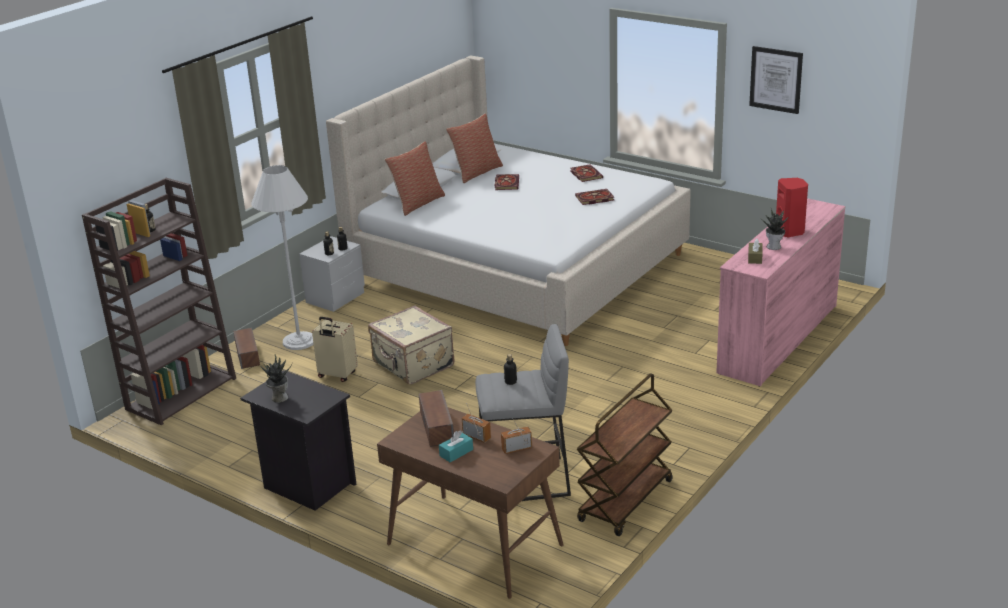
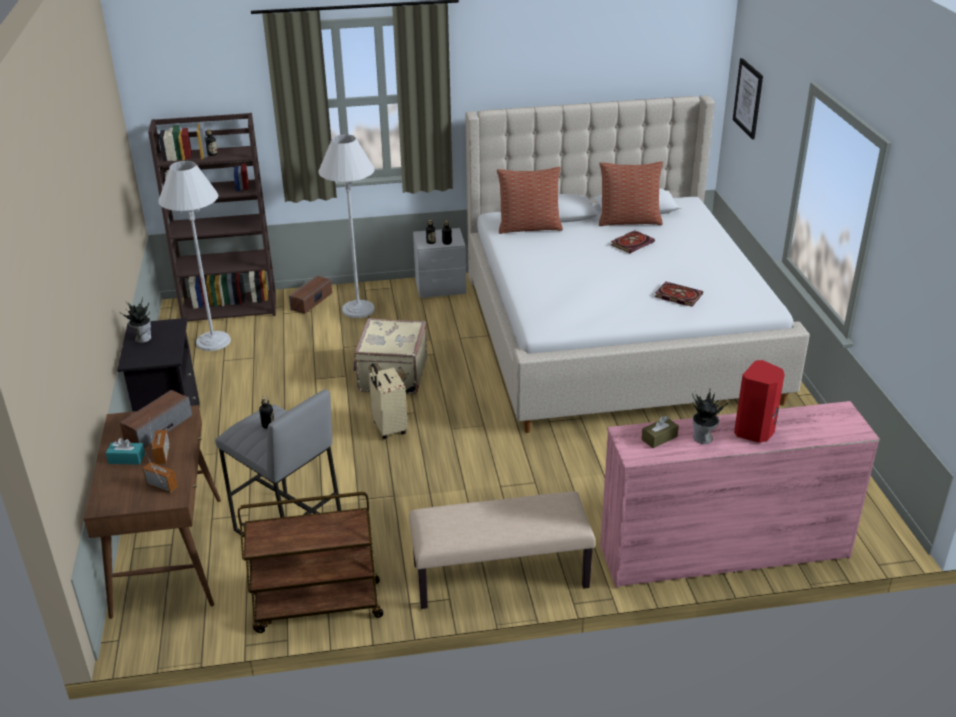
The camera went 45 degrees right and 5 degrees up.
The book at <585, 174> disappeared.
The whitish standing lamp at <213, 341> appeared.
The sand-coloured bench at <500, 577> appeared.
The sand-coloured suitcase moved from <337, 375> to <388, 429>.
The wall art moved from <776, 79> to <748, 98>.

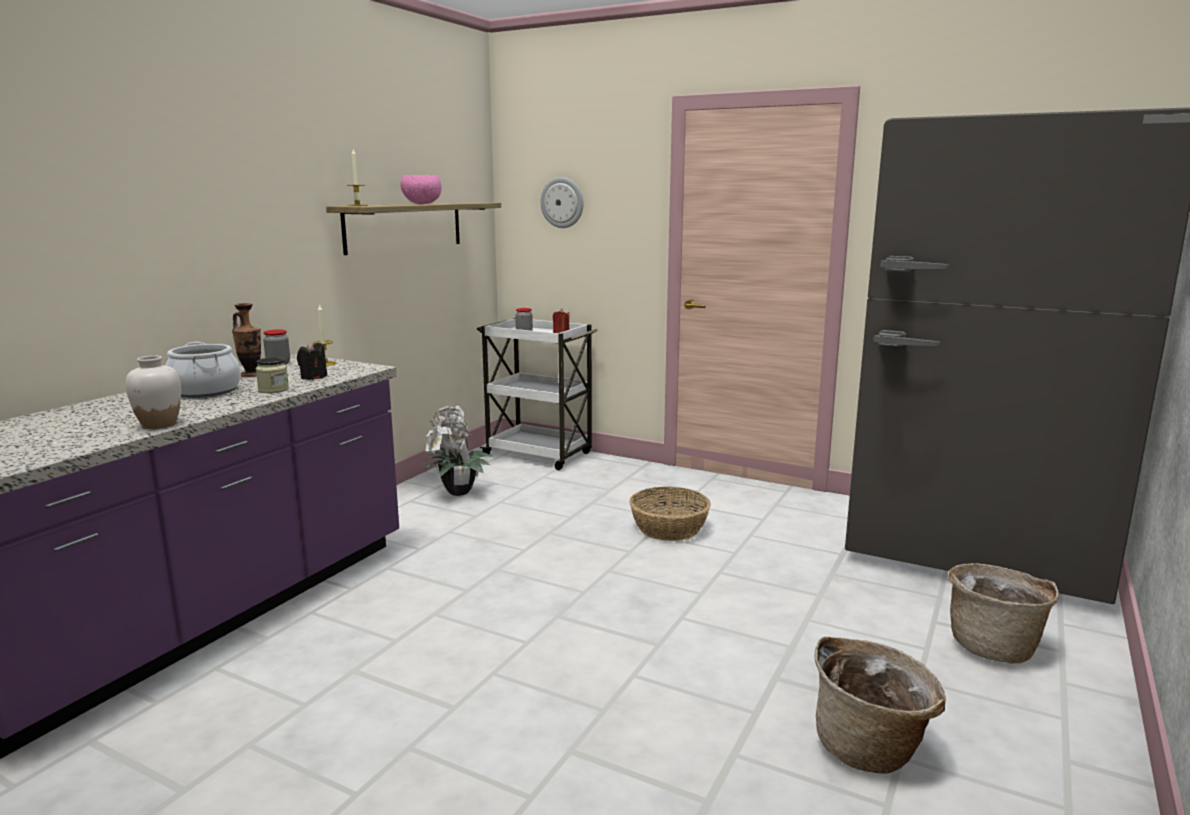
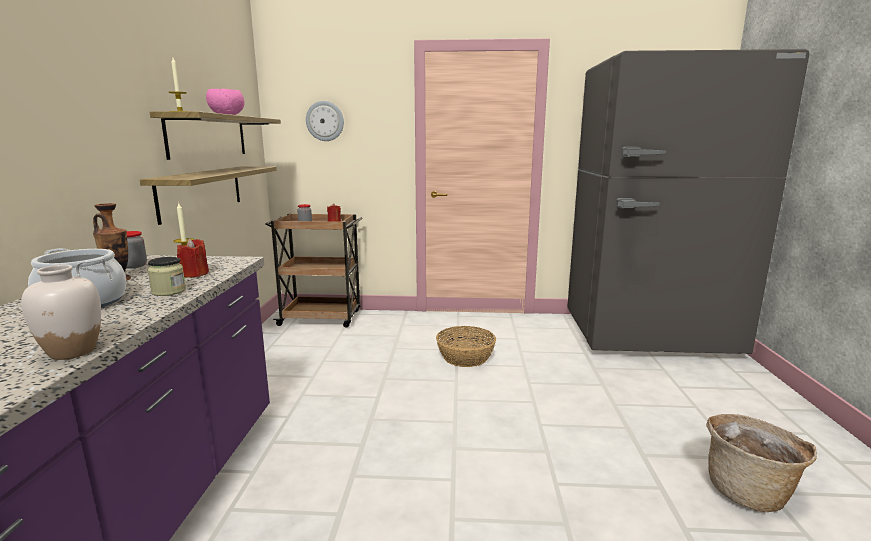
The camera went 25 degrees left and 0 degrees up.
The houseplant at <456, 493> disappeared.
The basket at <993, 646> disappeared.
The shelf at <202, 191> appeared.
The black candle at <313, 377> became the red candle at <195, 274>.
The whitish trolley at <539, 455> became the brown trolley at <322, 318>.

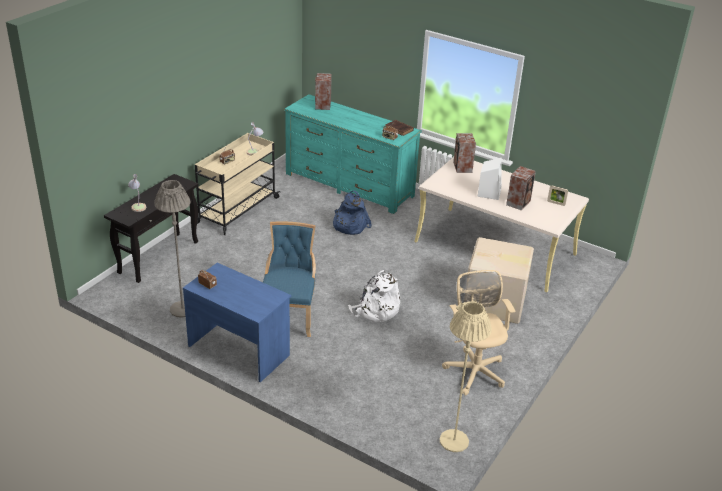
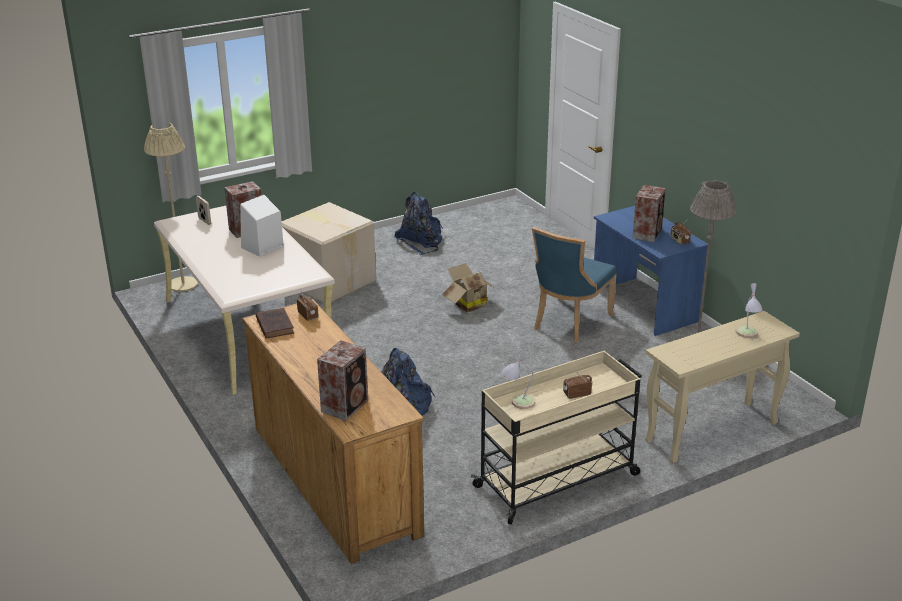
The camera went 150 degrees left and 5 degrees down.
The sand-coloured standing lamp moved from <454, 441> to <183, 284>.
The speaker moved from <462, 167> to <647, 233>.
The whitish knapsack at <375, 311> was replaced by the carton at <467, 304>.
The sand-coloured computer chair at <474, 370> was replaced by the blue-coloured knapsack at <421, 241>.
The black console table at <159, 257> became the sand-coloured console table at <711, 433>.
The turquoise-coloured drawer chest at <349, 185> became the brown drawer chest at <334, 479>.

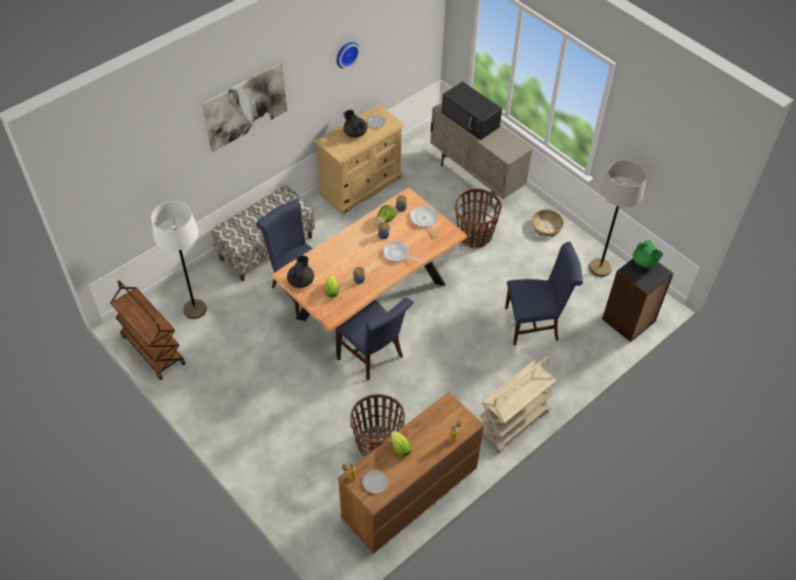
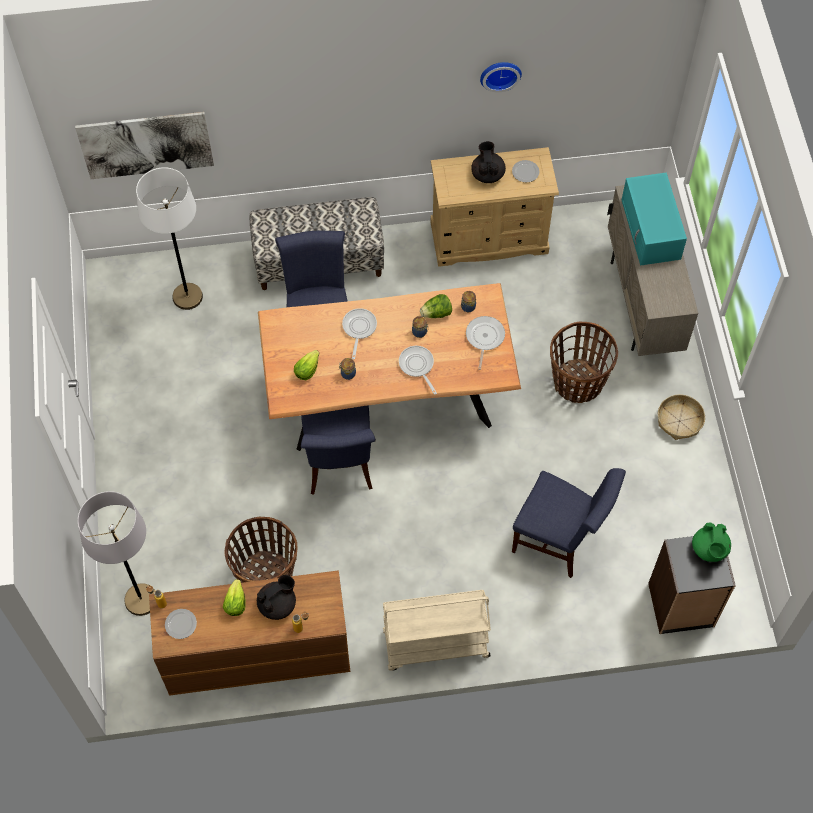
The camera went 35 degrees right and 10 degrees up.
The brown trolley at <152, 349> disappeared.
The pan at <358, 329> appeared.
The wall art moved from <245, 106> to <146, 145>.
The black tea pot moved from <301, 281> to <277, 604>.
The gray standing lamp moved from <600, 268> to <141, 600>.
The black microwave oven at <471, 120> became the turquoise-coloured microwave oven at <651, 230>.

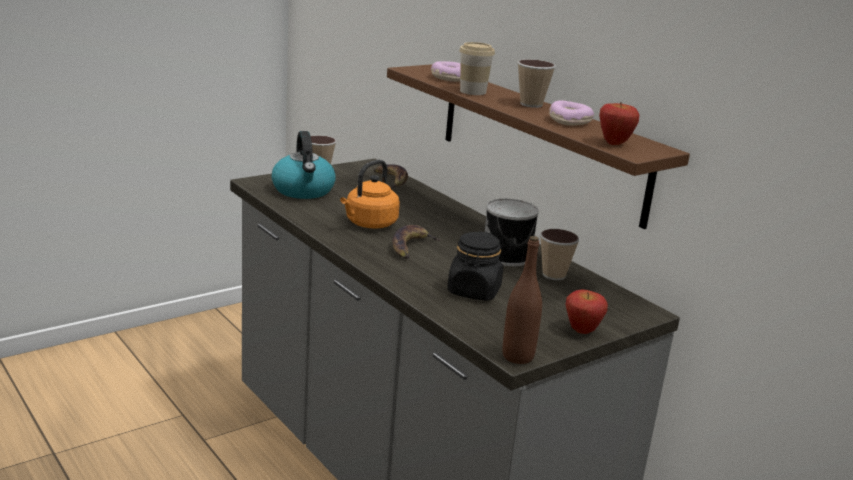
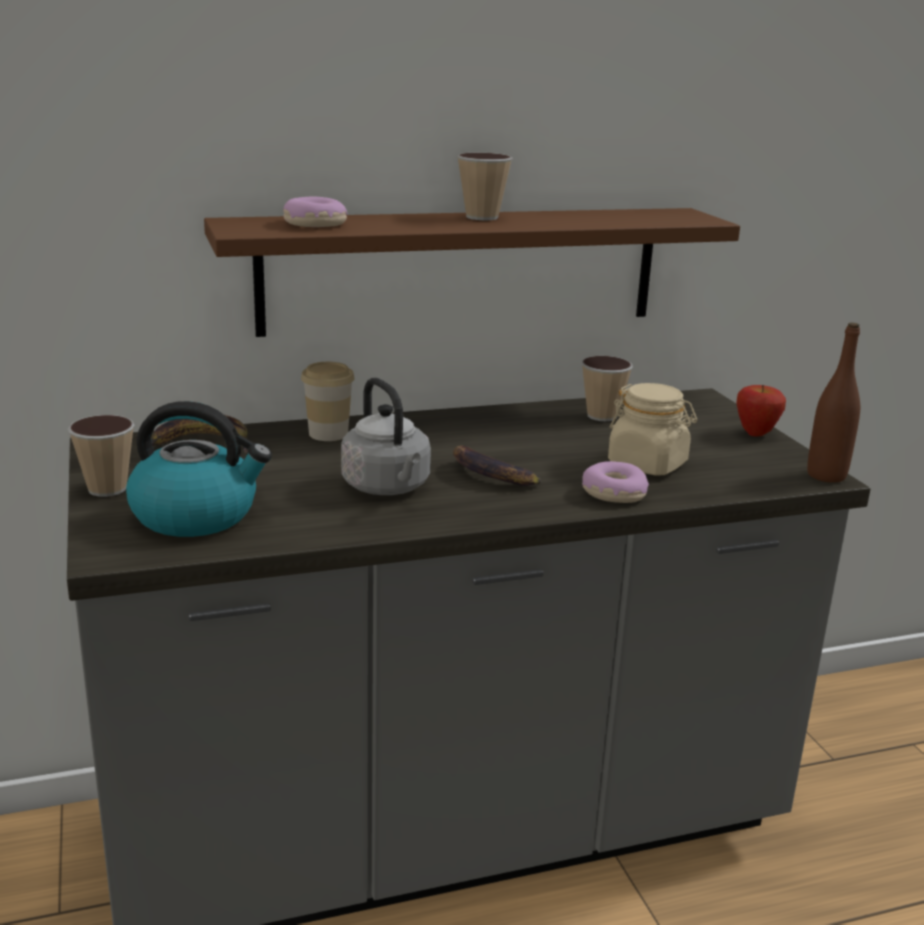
The camera went 70 degrees left and 0 degrees up.
The can at <508, 255> disappeared.
The apple fruit at <614, 143> disappeared.
The small cup moved from <473, 91> to <328, 434>.
The ring doughnut moved from <569, 121> to <613, 493>.
The orangey tea kettle at <369, 224> became the gray tea kettle at <388, 488>.
The black jar at <474, 291> became the sand-coloured jar at <648, 464>.

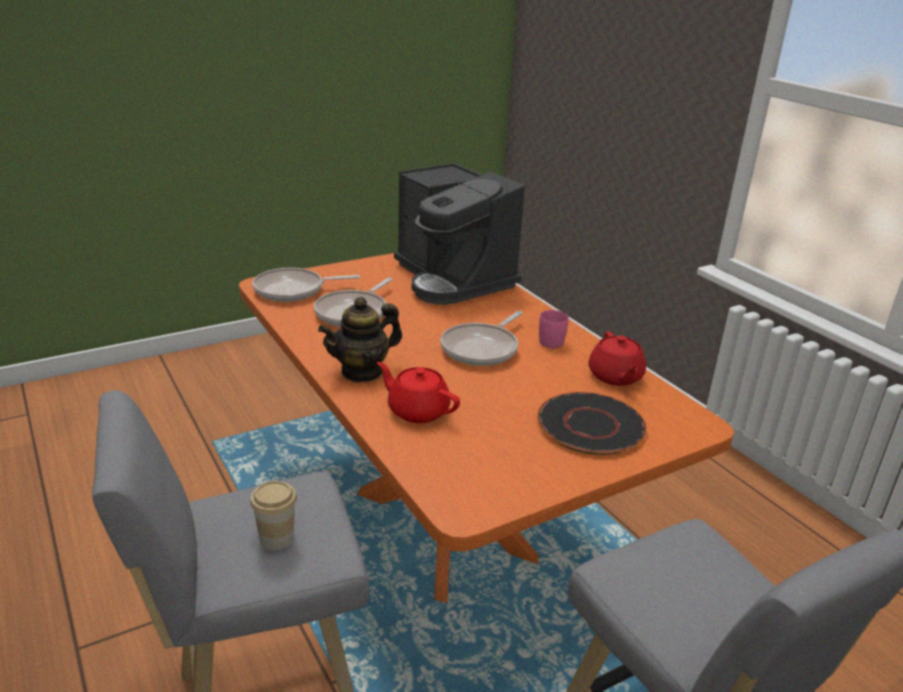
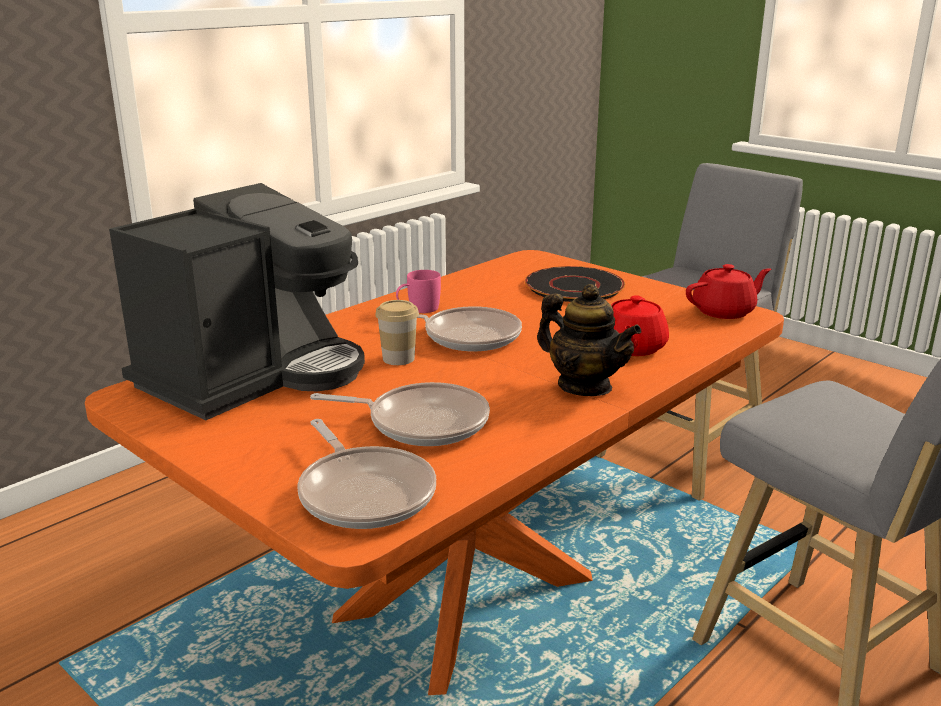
The camera went 105 degrees left and 5 degrees down.
The small cup moved from <276, 538> to <398, 358>.
The red tea pot moved from <615, 377> to <724, 311>.

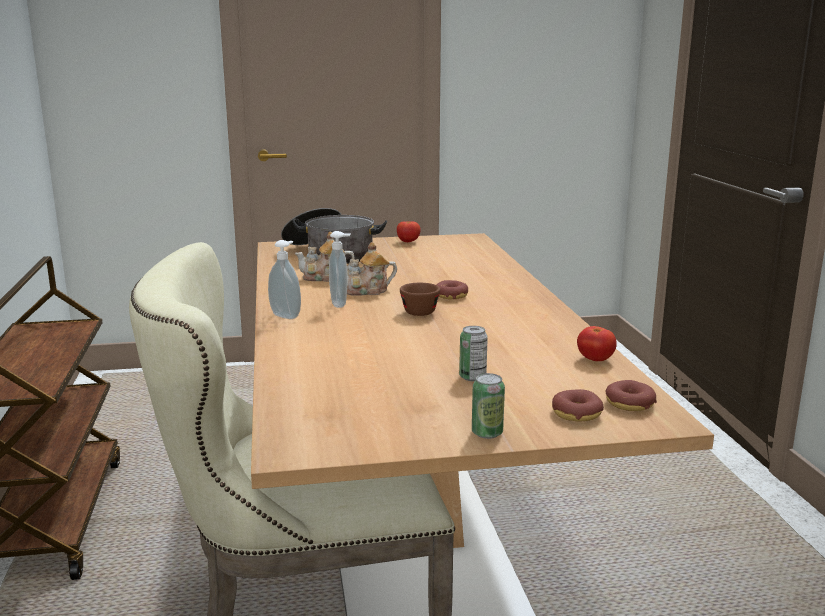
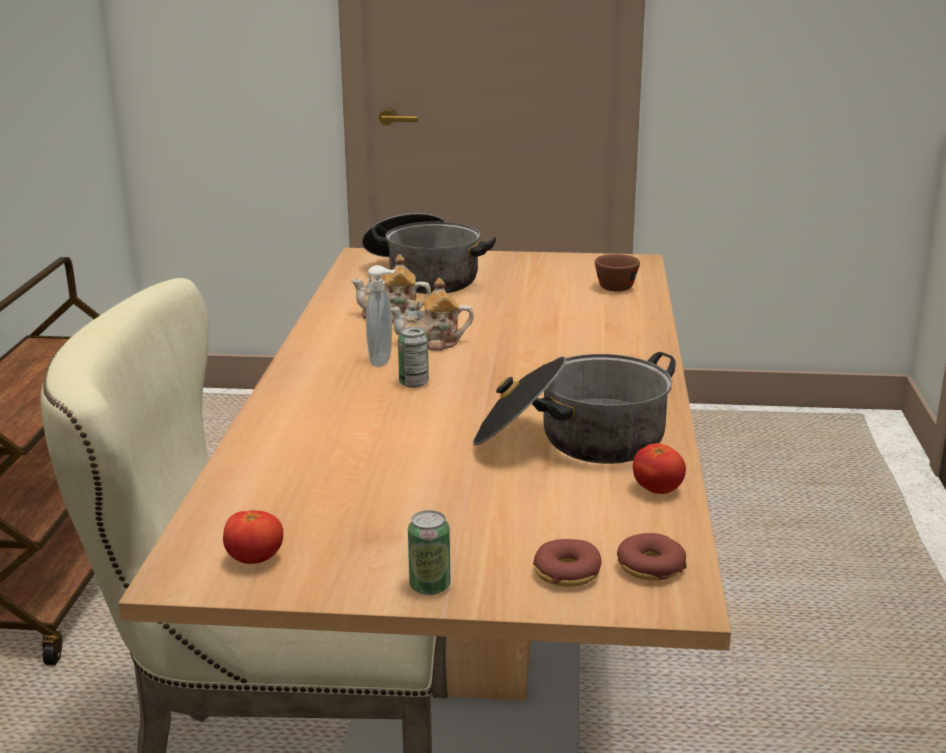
The camera went 15 degrees right and 5 degrees up.
The soap bottle at <287, 315> disappeared.
The ring doughnut at <451, 295> disappeared.
The stockpot at <573, 441> appeared.
The fresh tomato moved from <408, 242> to <255, 560>.
The brown small cup moved from <419, 310> to <616, 286>.
The can moved from <472, 377> to <413, 383>.

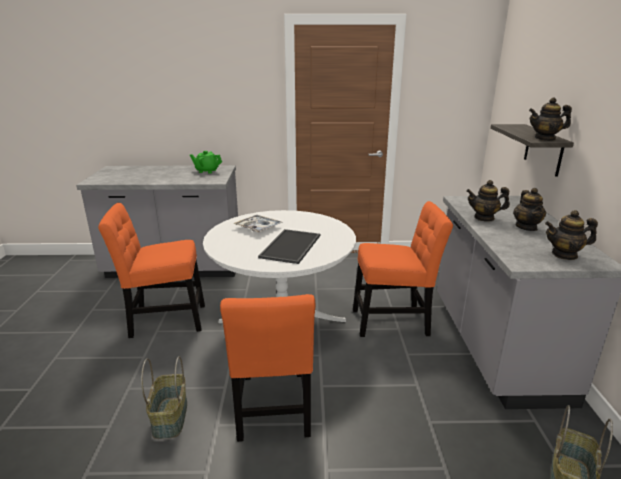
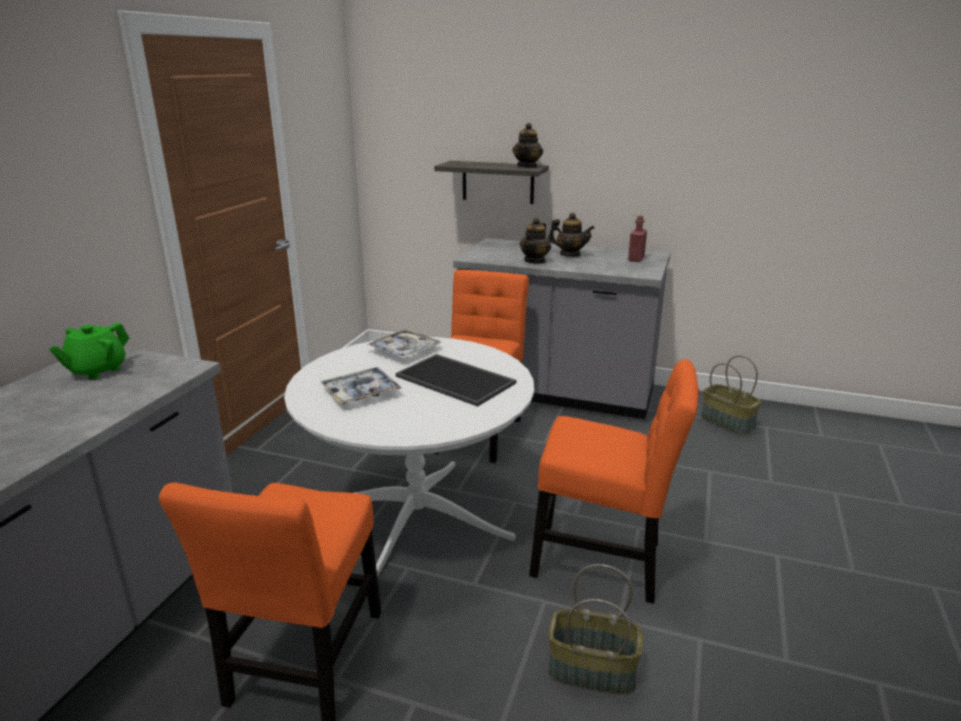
The camera went 70 degrees left and 0 degrees up.
The carrying tray at <404, 350> appeared.
The tea pot at <564, 254> was replaced by the red bottle at <636, 259>.

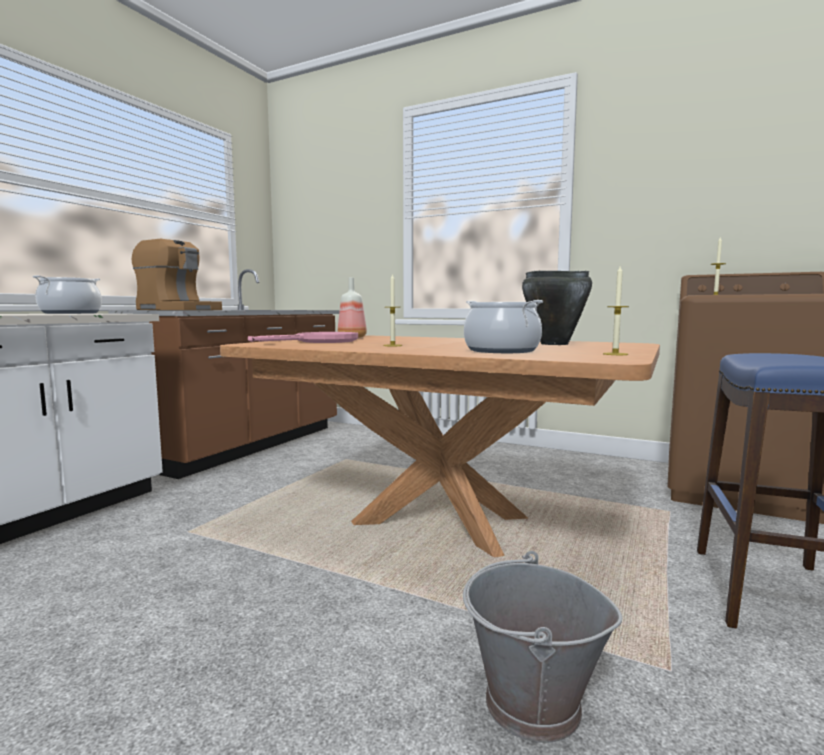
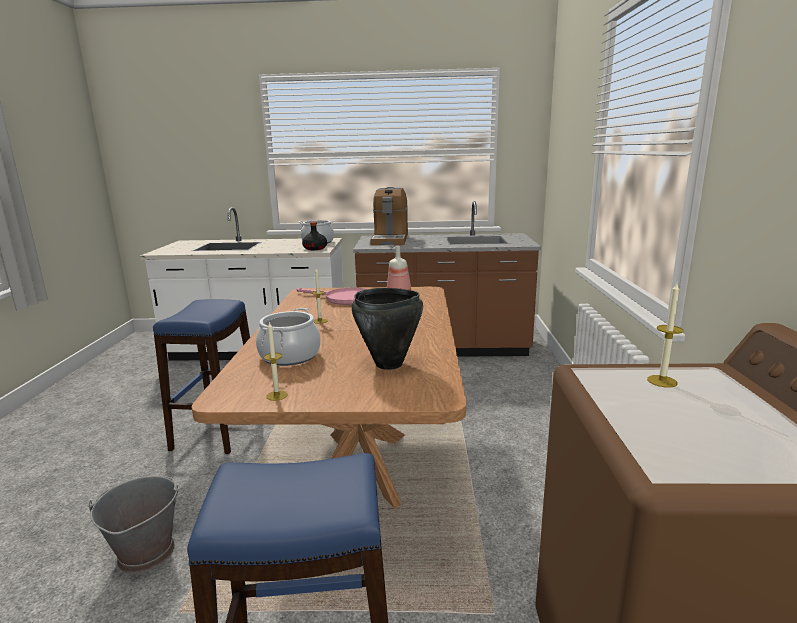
The camera went 65 degrees right and 10 degrees up.
The blue-coloured stool at <218, 429> appeared.
The black bottle at <315, 248> appeared.

